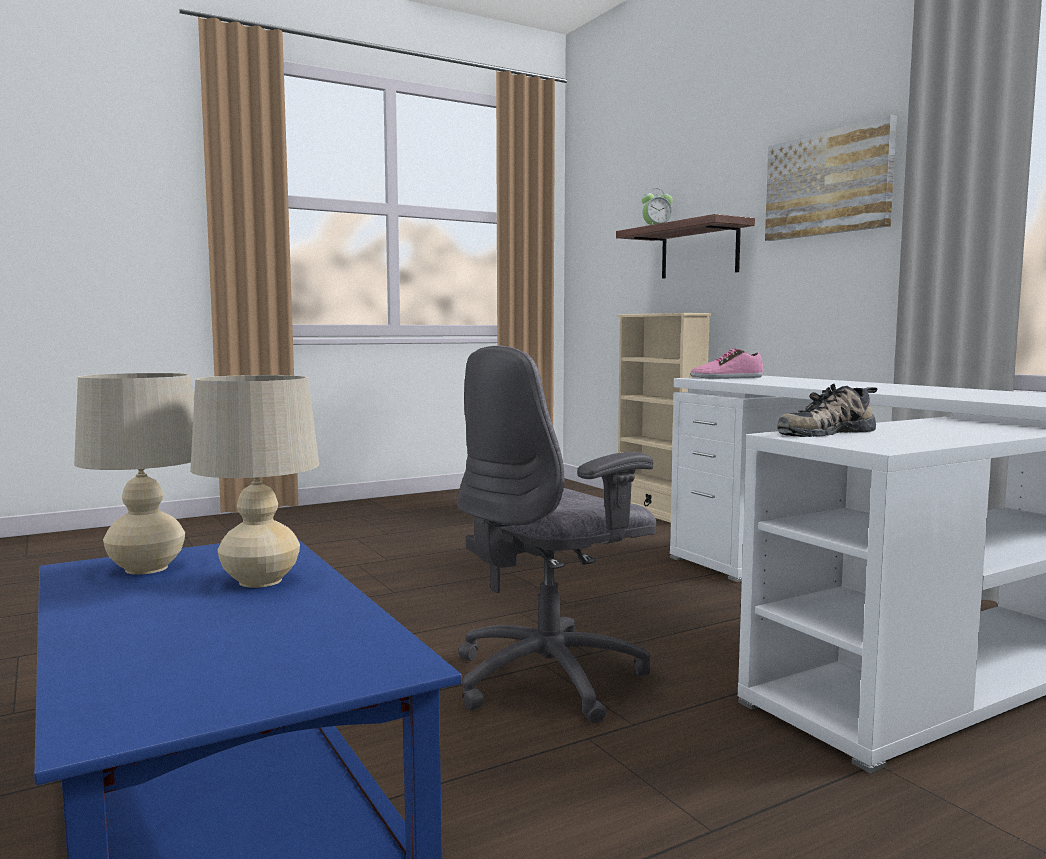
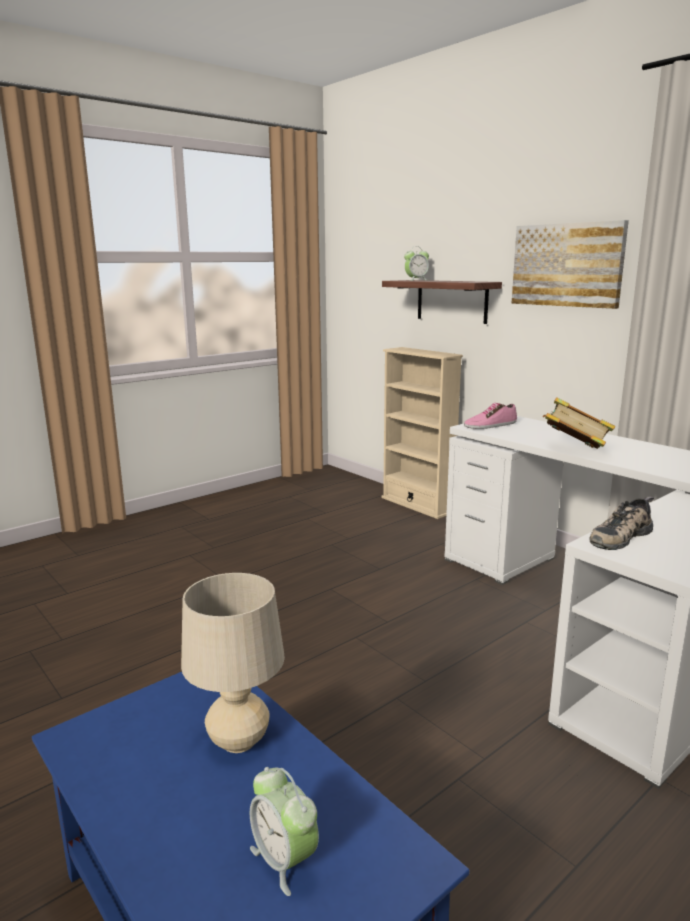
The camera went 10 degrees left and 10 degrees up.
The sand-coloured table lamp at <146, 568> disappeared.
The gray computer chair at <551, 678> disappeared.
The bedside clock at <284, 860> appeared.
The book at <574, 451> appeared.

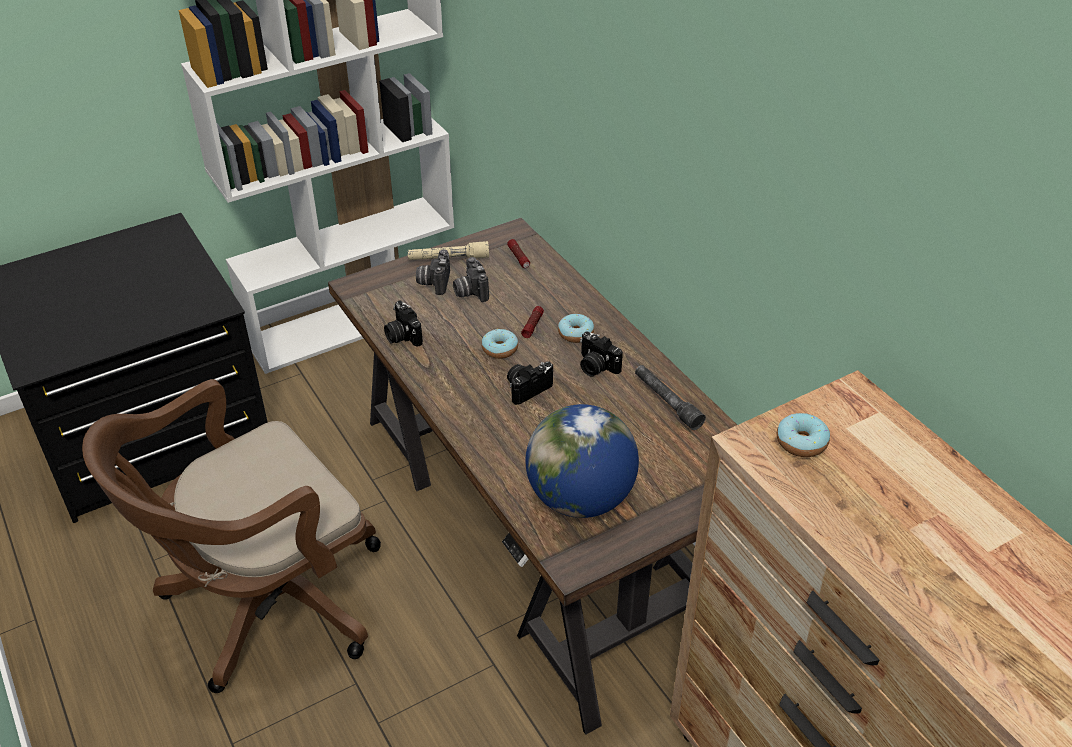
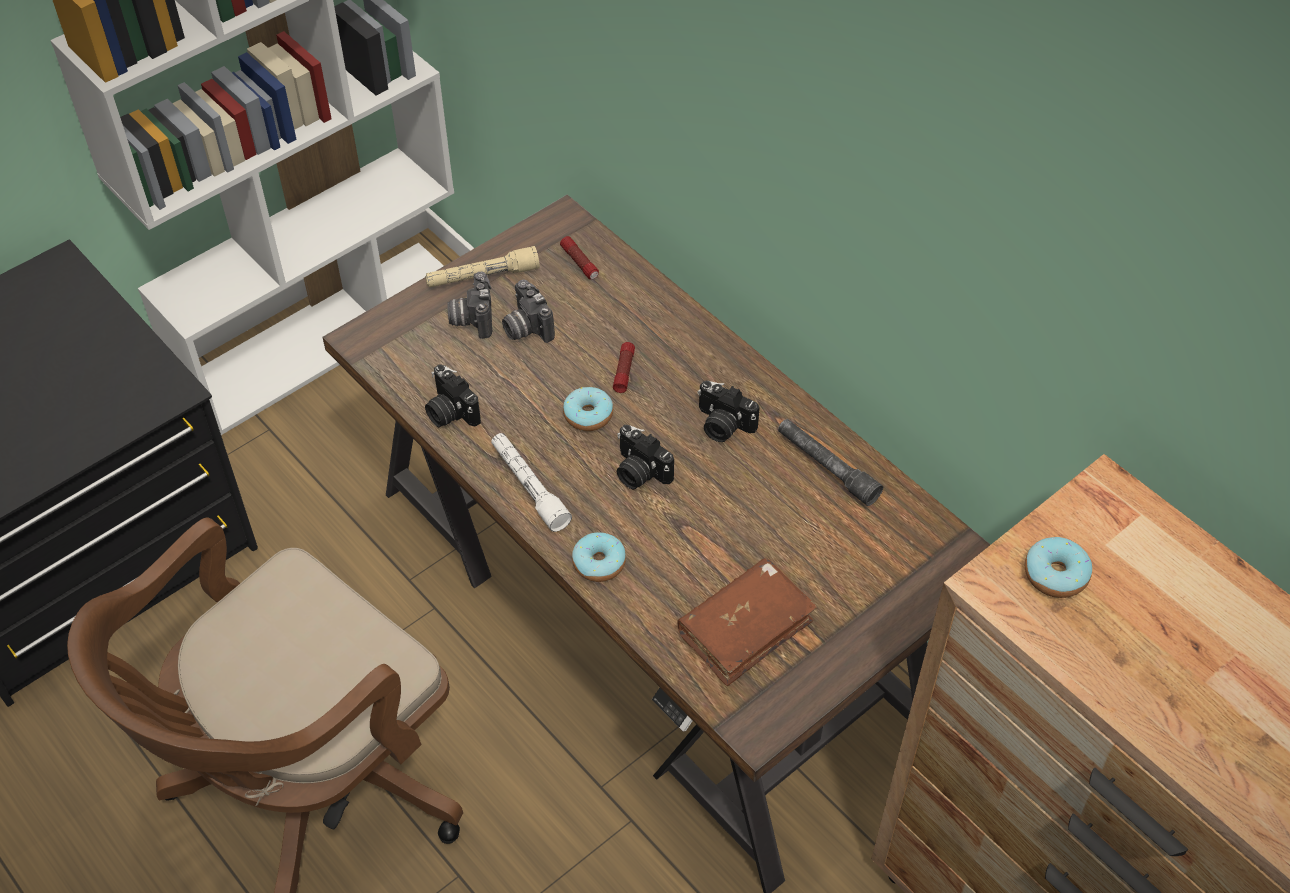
The camera went 10 degrees left and 10 degrees up.
The whitish hand torch at <529, 486> appeared.
The ring doughnut moved from <575, 334> to <599, 563>.
The desk globe at <580, 498> was replaced by the brown book at <745, 629>.
The still camera at <527, 388> turned 90 degrees counterclockwise.

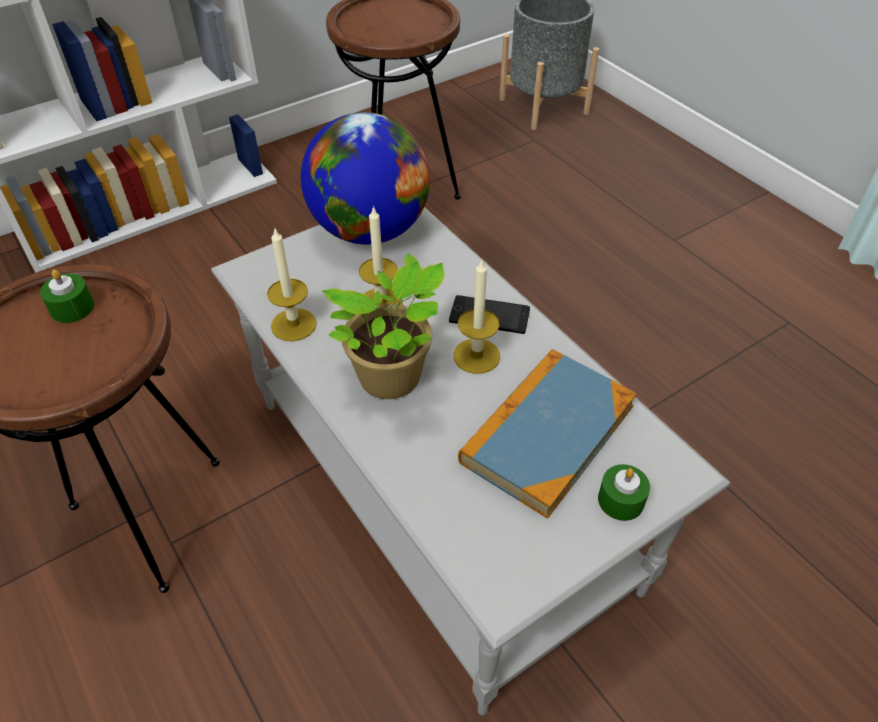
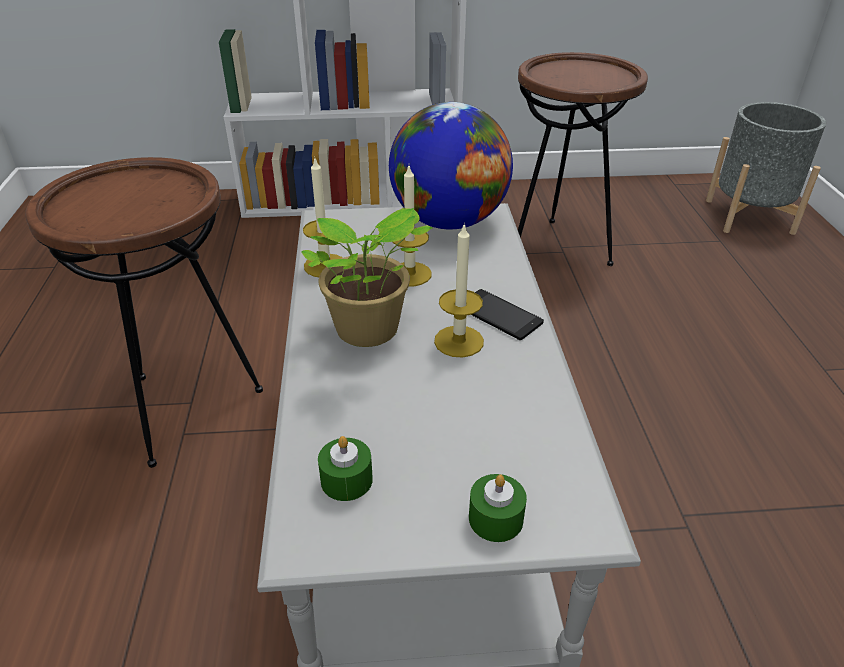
The camera went 30 degrees right and 10 degrees down.
The book at <547, 433> disappeared.
The greenish candle moved from <72, 308> to <346, 480>.

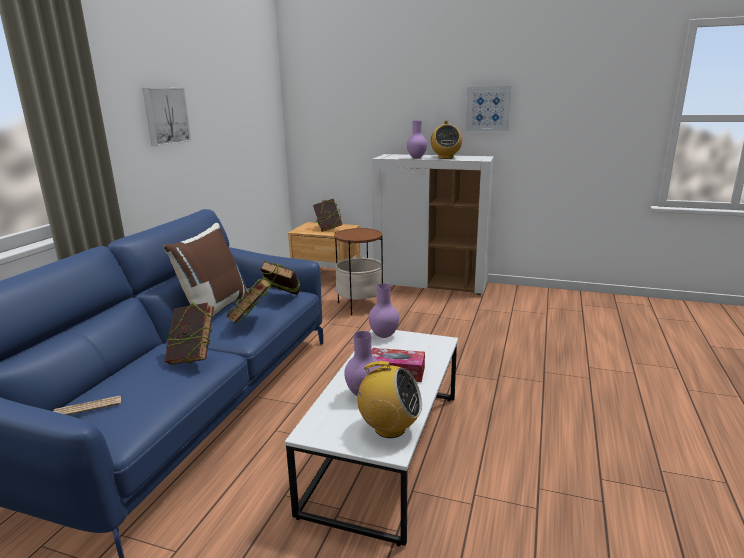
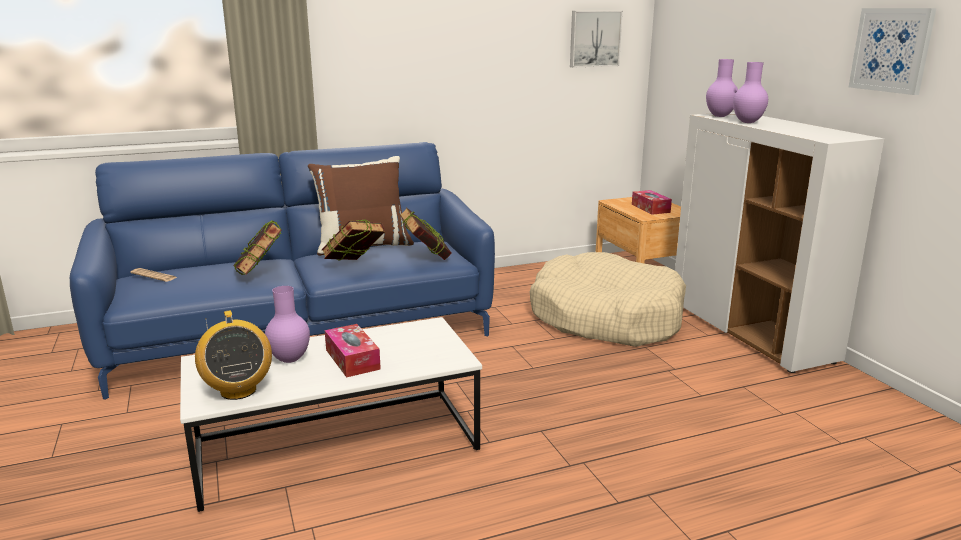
The camera went 50 degrees right and 0 degrees up.
The radio at <445, 157> disappeared.
The wall art moved from <165, 116> to <594, 38>.
The purple decorative vase moved from <384, 335> to <720, 116>.
The book at <328, 229> was replaced by the box of tissues at <650, 208>.
The accent table at <360, 305> was replaced by the sand-coloured dog bed at <605, 318>.

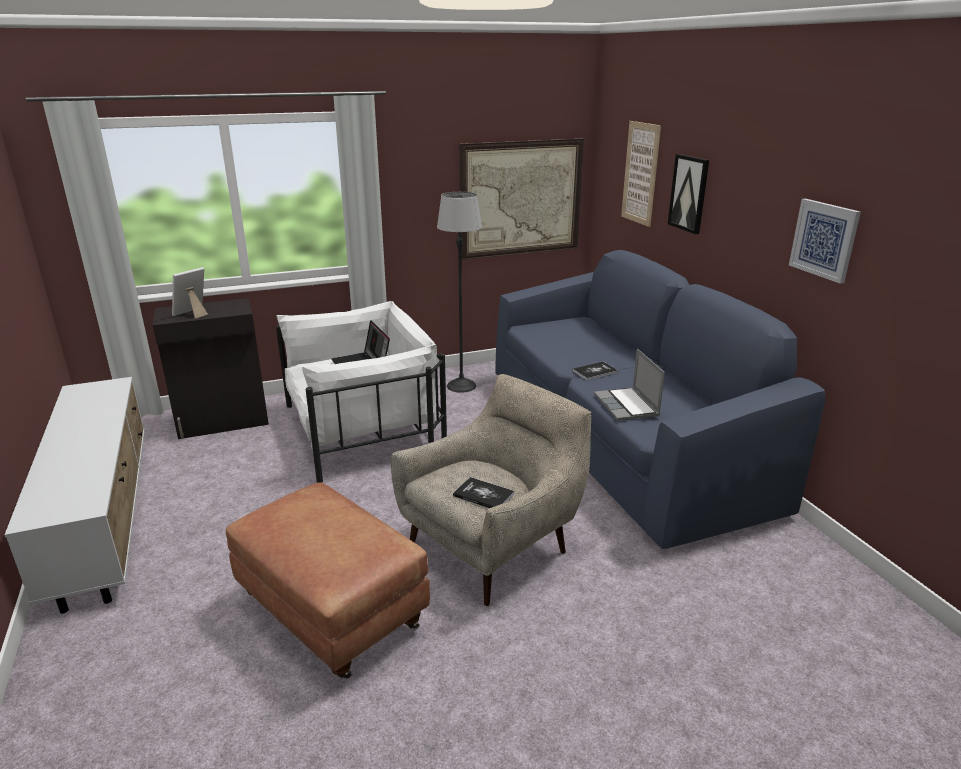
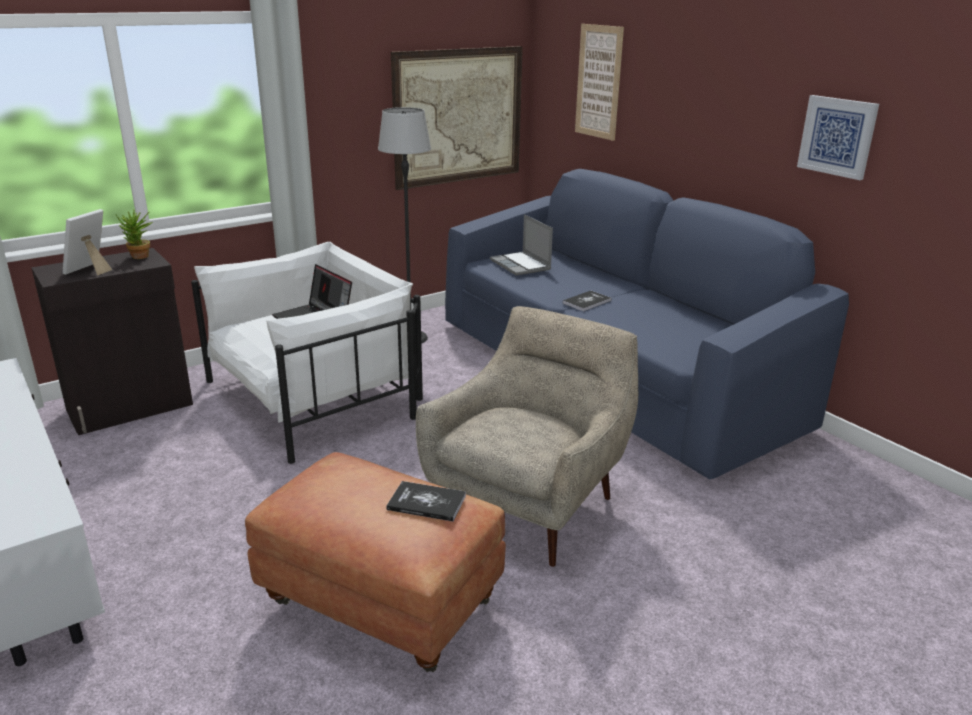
The camera went 15 degrees left and 0 degrees up.
The wall art at <689, 193> disappeared.
The houseplant at <139, 257> appeared.
The book moved from <483, 495> to <426, 503>.
The portable computer moved from <627, 406> to <521, 265>.

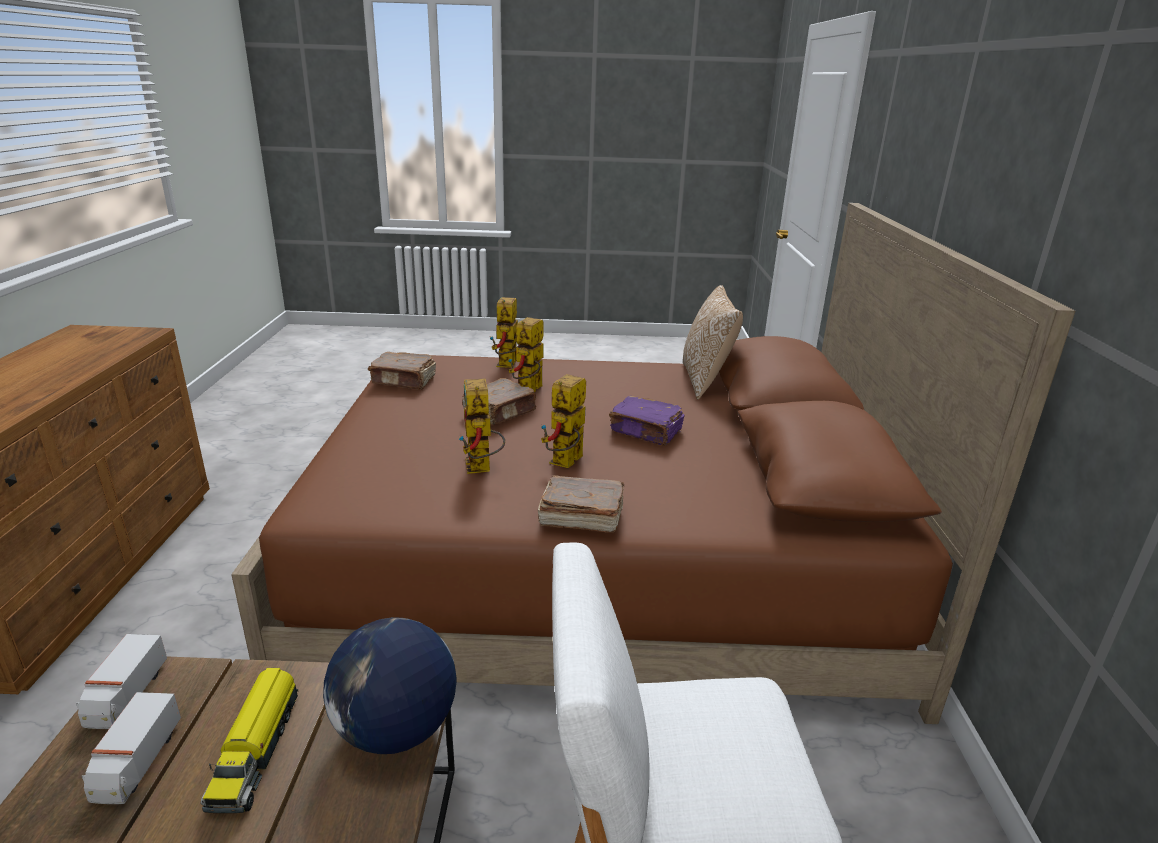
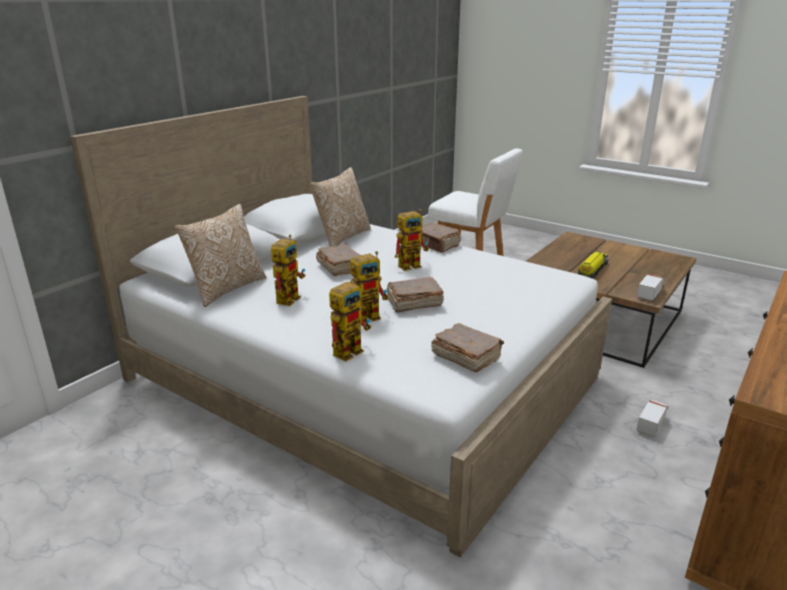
The camera went 145 degrees left and 0 degrees up.
The desk globe at <396, 730> disappeared.
The cushion at <342, 237> appeared.
The model truck moved from <137, 762> to <651, 424>.
The model robot moved from <482, 469> to <289, 297>.
The brown sleeping bed at <597, 561> became the whitish sleeping bed at <362, 377>.
The purple book at <646, 432> became the brown book at <340, 268>.

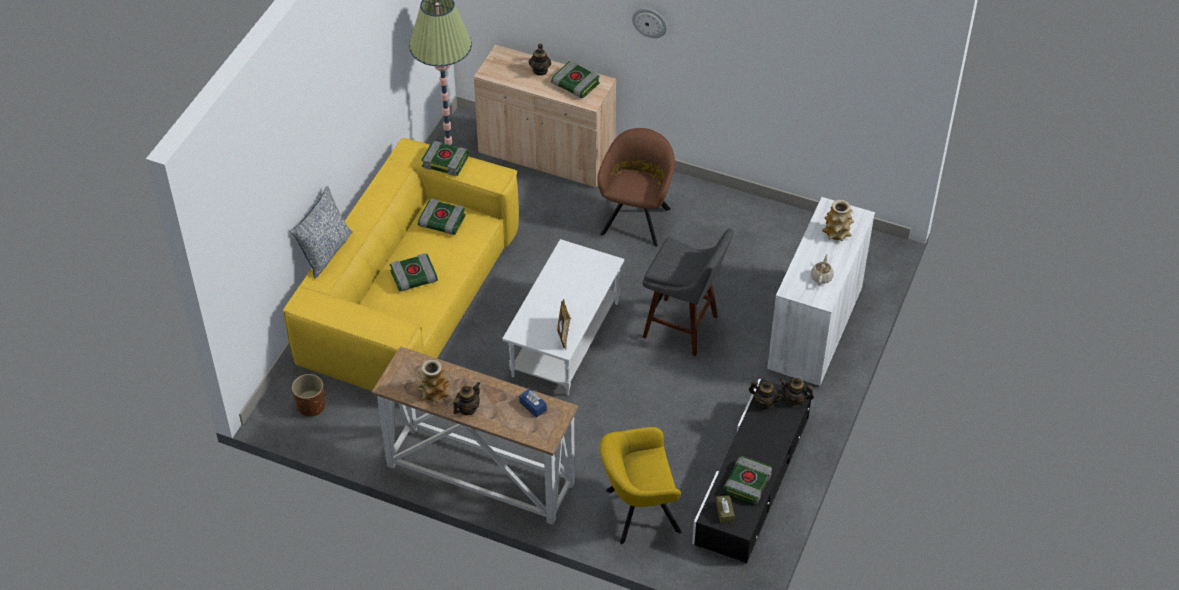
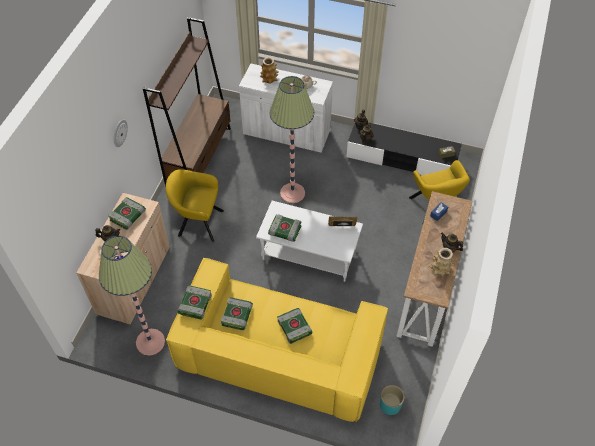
The camera went 95 degrees left and 5 degrees up.
The cushion at <325, 252> disappeared.
The brown shelving unit at <199, 158> appeared.
The book moved from <747, 483> to <284, 231>.
The gray stool at <684, 328> was replaced by the standing lamp at <292, 193>.
The brown planter at <311, 406> became the turquoise-coloured planter at <390, 405>.
The brown armchair at <637, 218> became the yellowish armchair at <198, 222>.

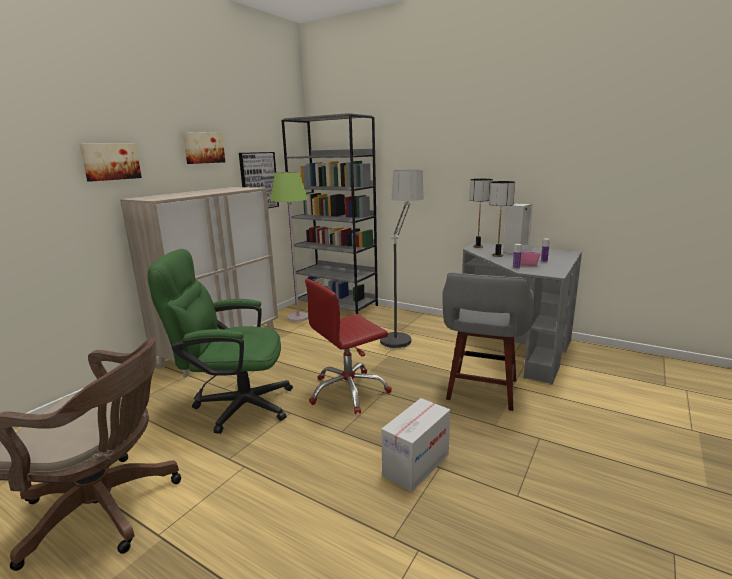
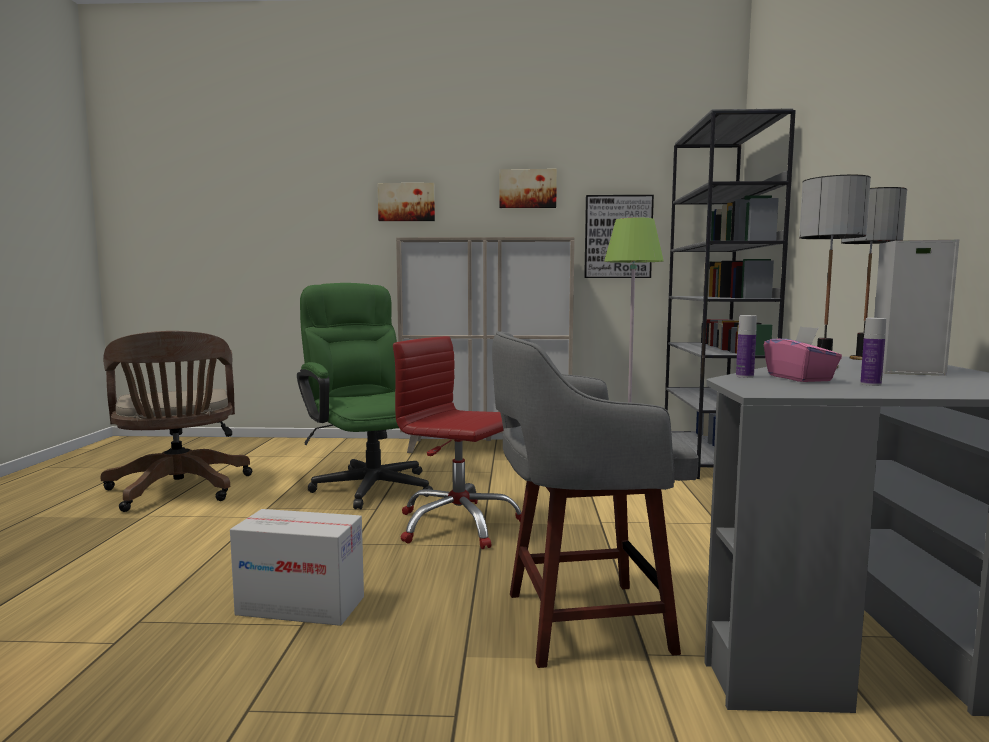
The camera went 60 degrees right and 10 degrees down.
The standing lamp at <400, 332> disappeared.

